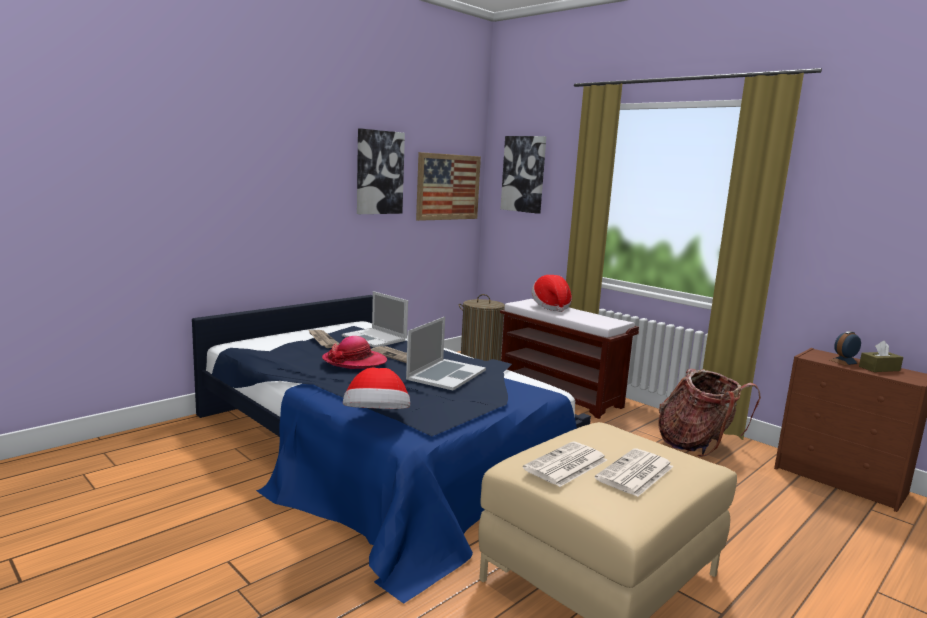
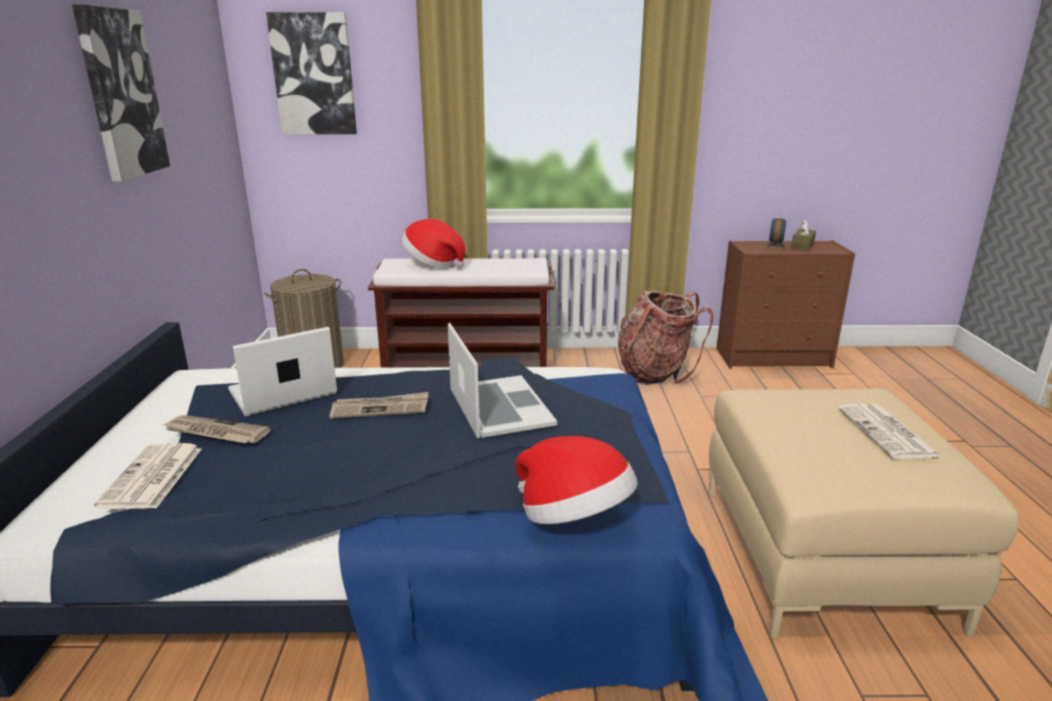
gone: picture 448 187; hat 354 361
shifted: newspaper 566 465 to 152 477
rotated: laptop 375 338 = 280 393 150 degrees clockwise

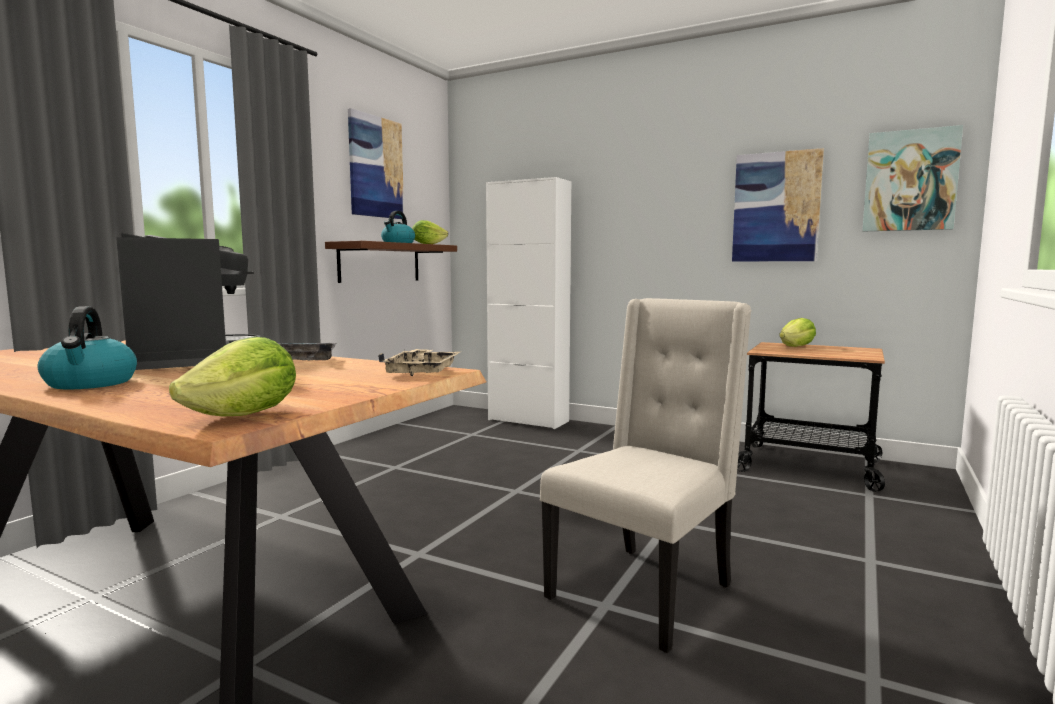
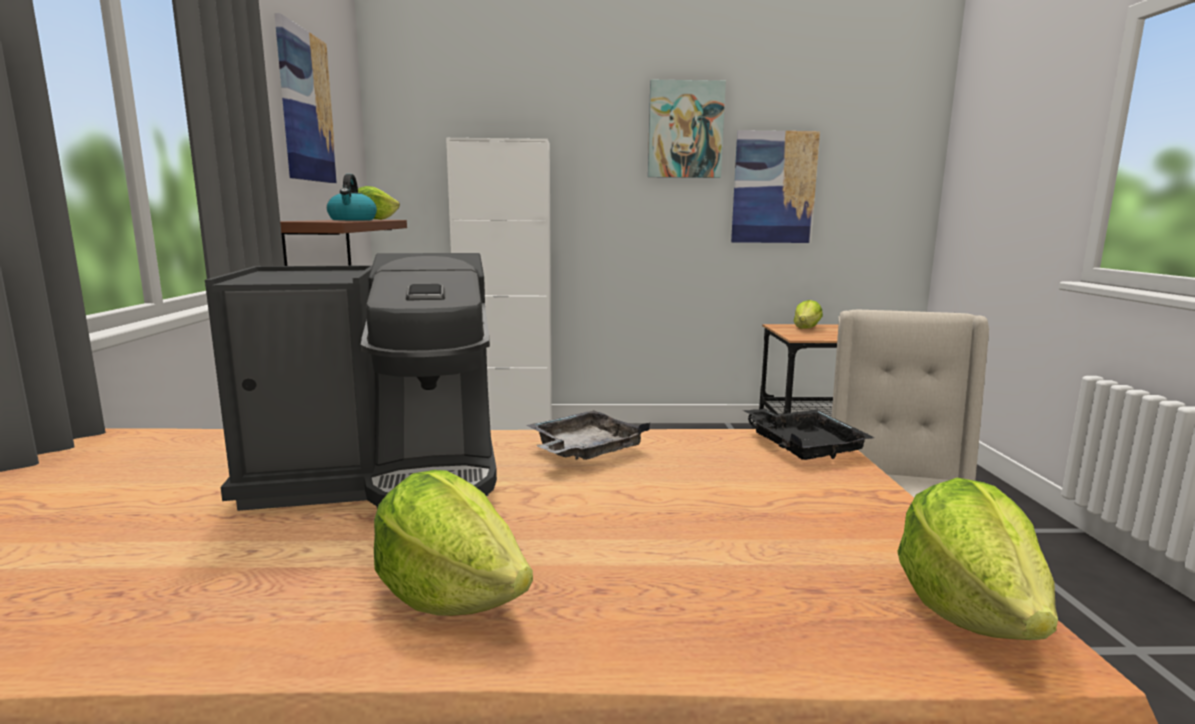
shifted: picture 910 181 to 685 130
swapped: kettle 91 383 to lettuce 450 595
repainted: beige tray 422 372 to black tray 803 446
rotated: coffee machine 186 358 = 383 476 135 degrees clockwise

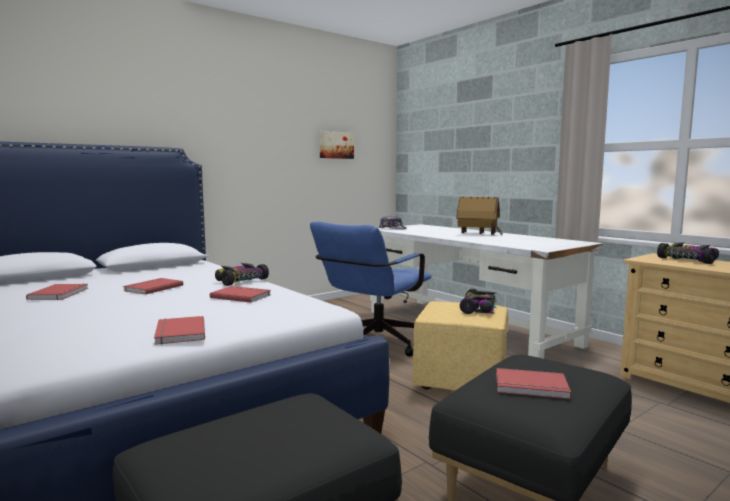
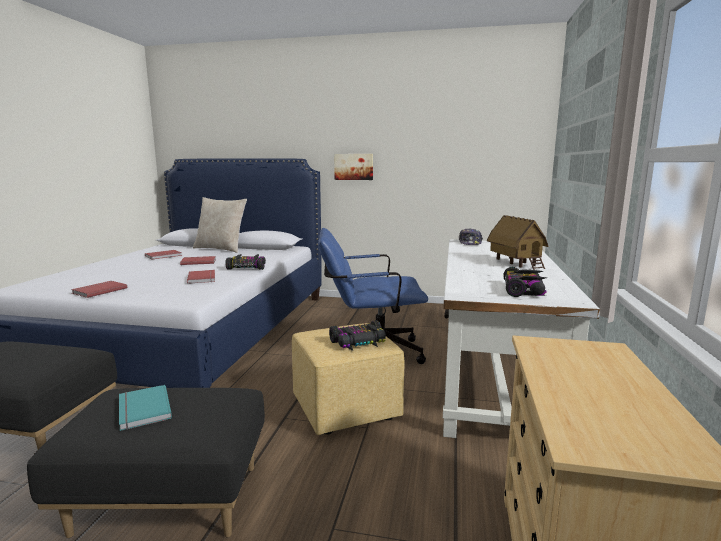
new: beige pillow 221 249
shifted: picture 336 145 to 354 166; toy car 688 260 to 524 290
repainted: red book 531 387 to turquoise book 142 409

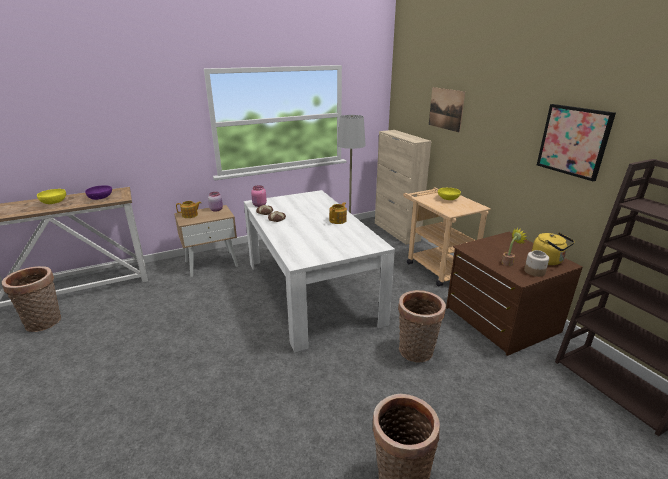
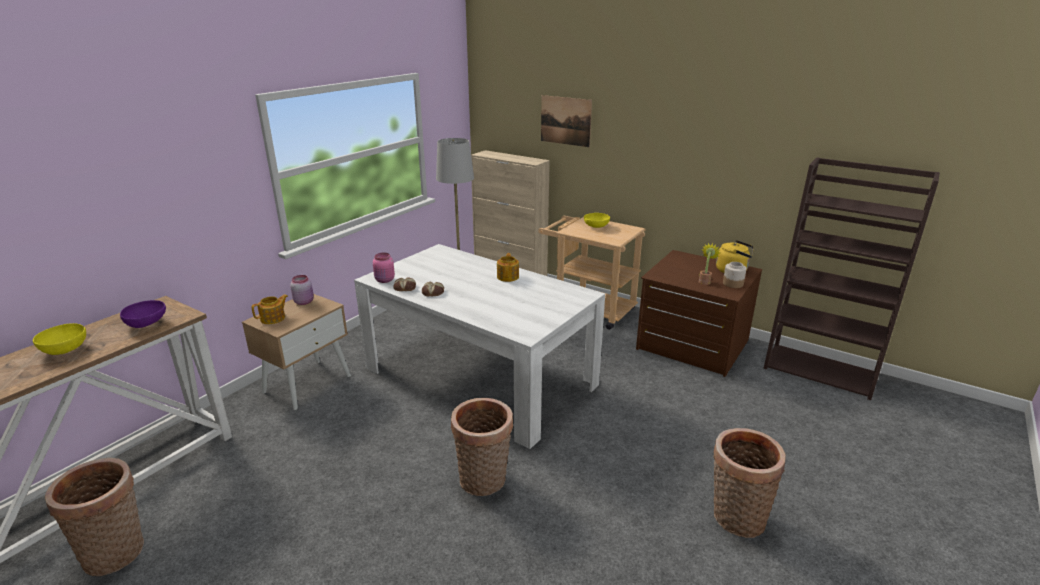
gone: picture 573 141
shifted: basket 416 353 to 484 482

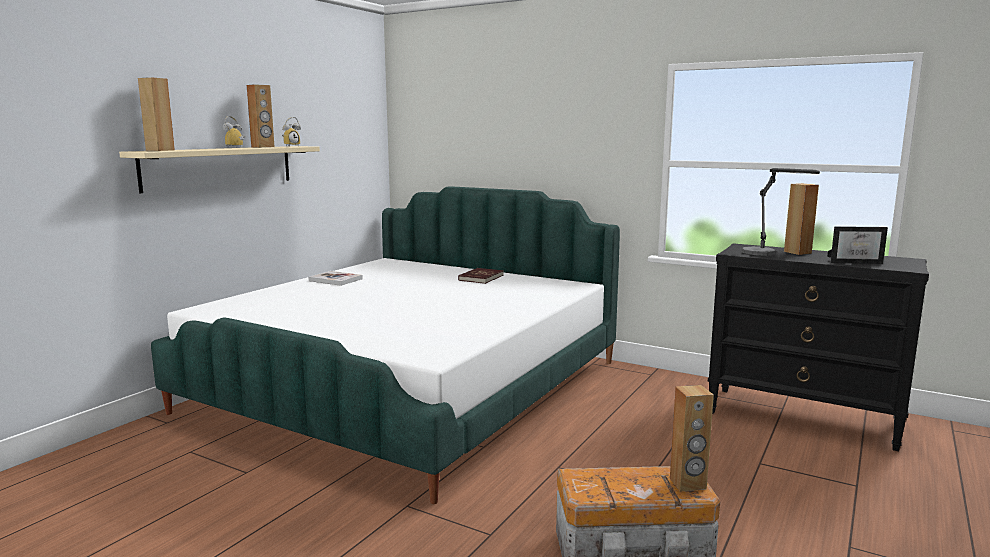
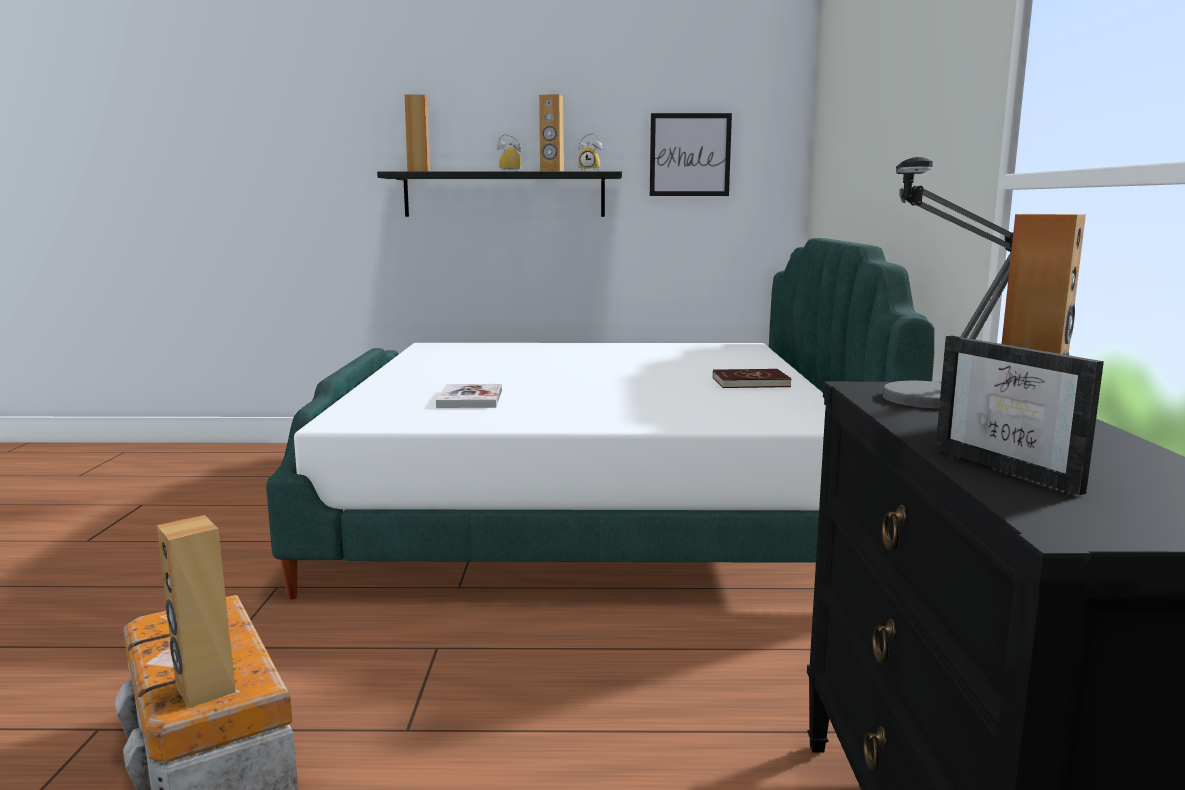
new: picture 690 155
shifted: book 335 280 to 470 399
repainted: beige shelf 220 167 to black shelf 504 194

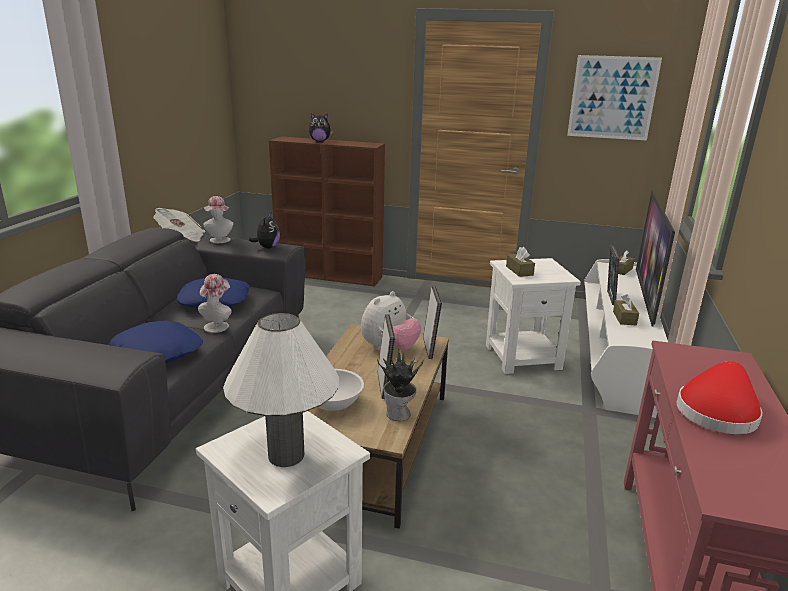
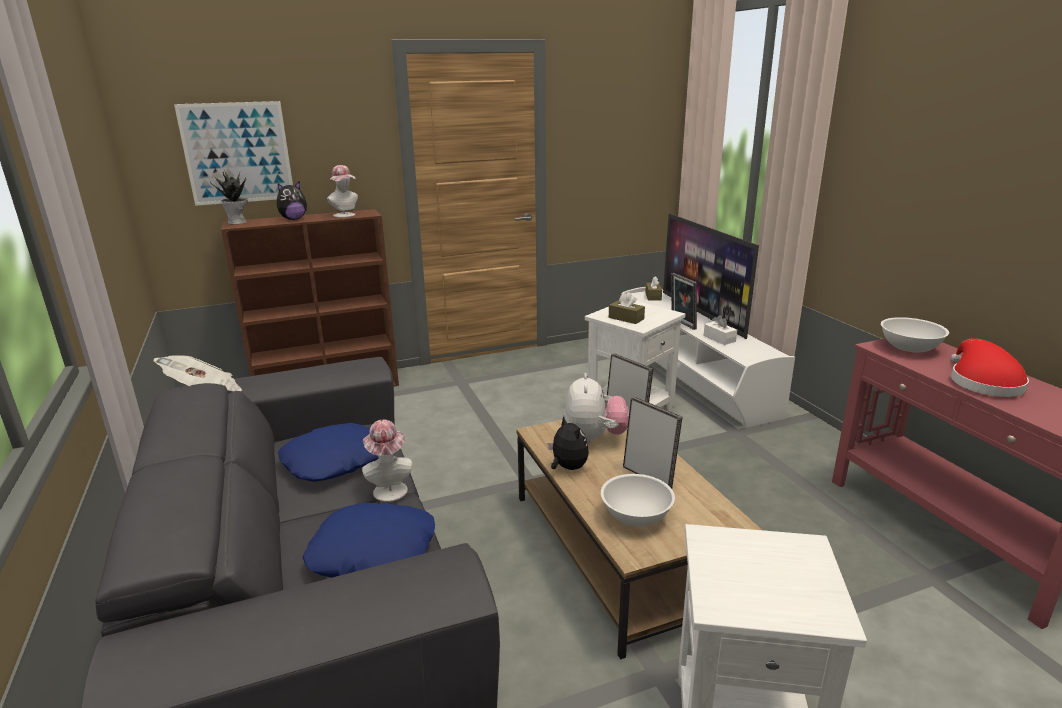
gone: white table lamp 286 455
new: white bowl 909 348
shifted: picture 612 98 to 237 153; hat 220 241 to 346 215; plush toy 267 247 to 567 467; potted plant 399 414 to 238 222
repainted: brown tissue box 624 318 to white tissue box 719 338

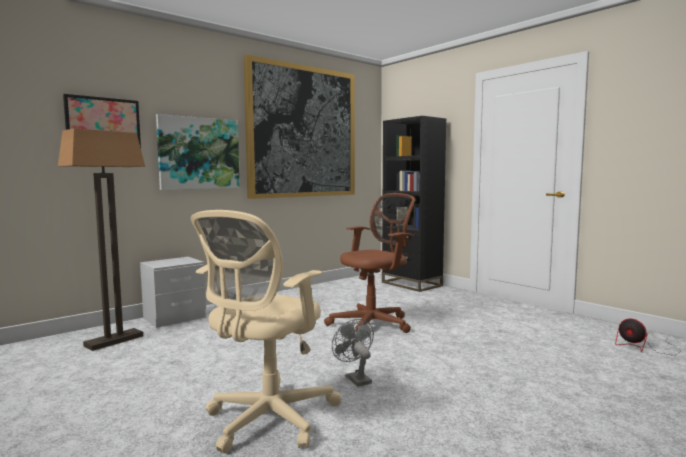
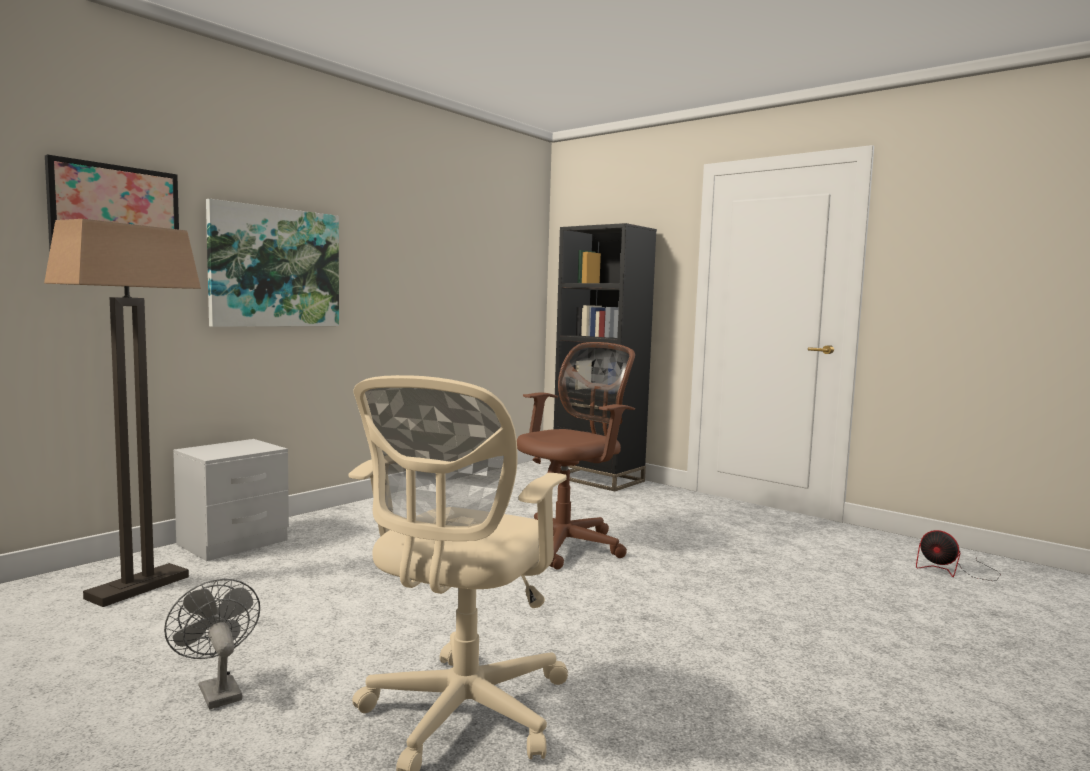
gone: picture 302 132
shifted: grey fan 355 378 to 217 690

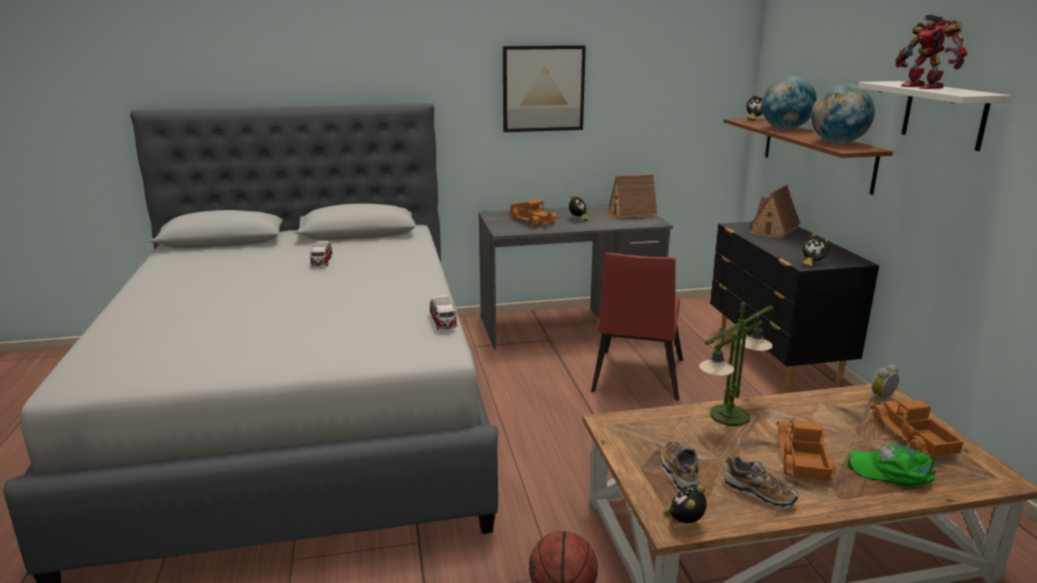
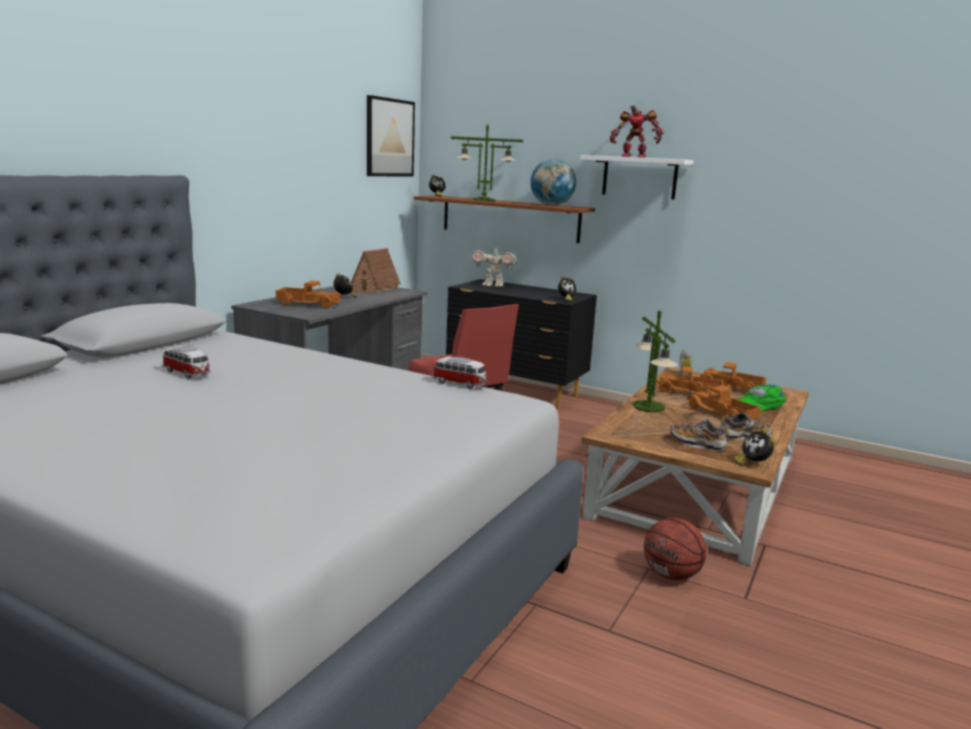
new: toy truck 688 392
shifted: picture 543 88 to 389 138
swapped: globe 785 129 to table lamp 484 200; toy house 773 230 to toy robot 493 286

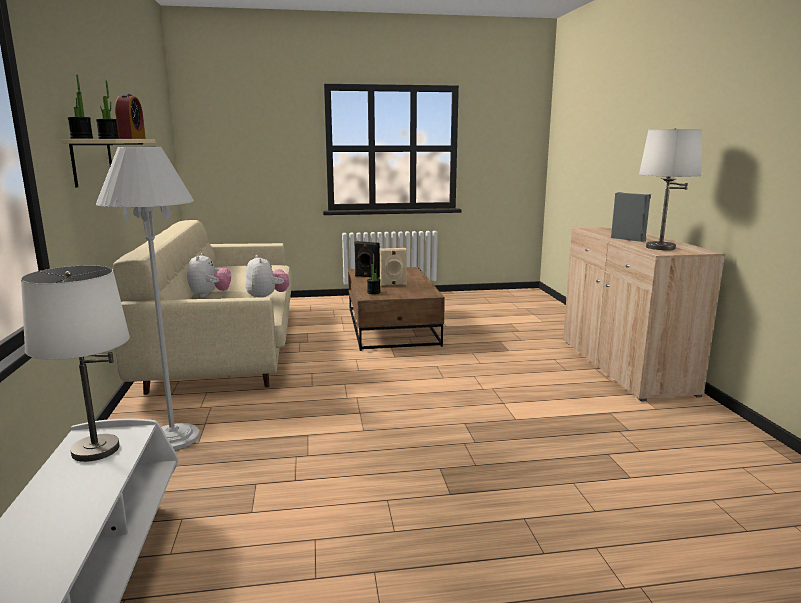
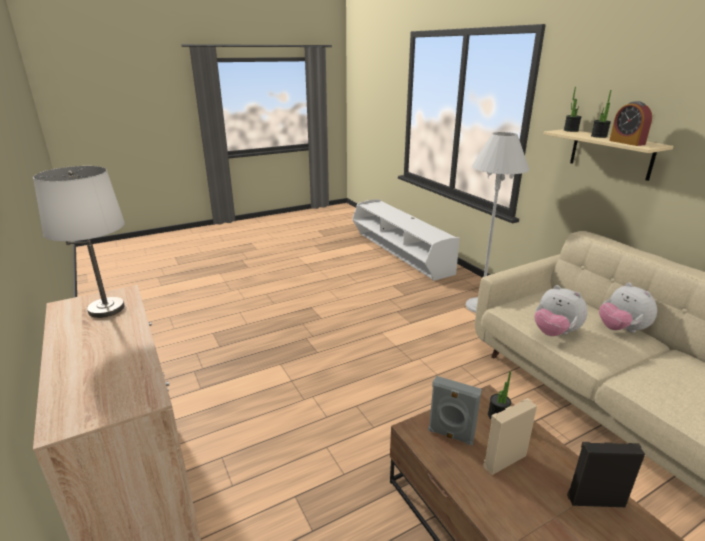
gone: white table lamp 95 450
shifted: grey speaker 628 239 to 450 435

